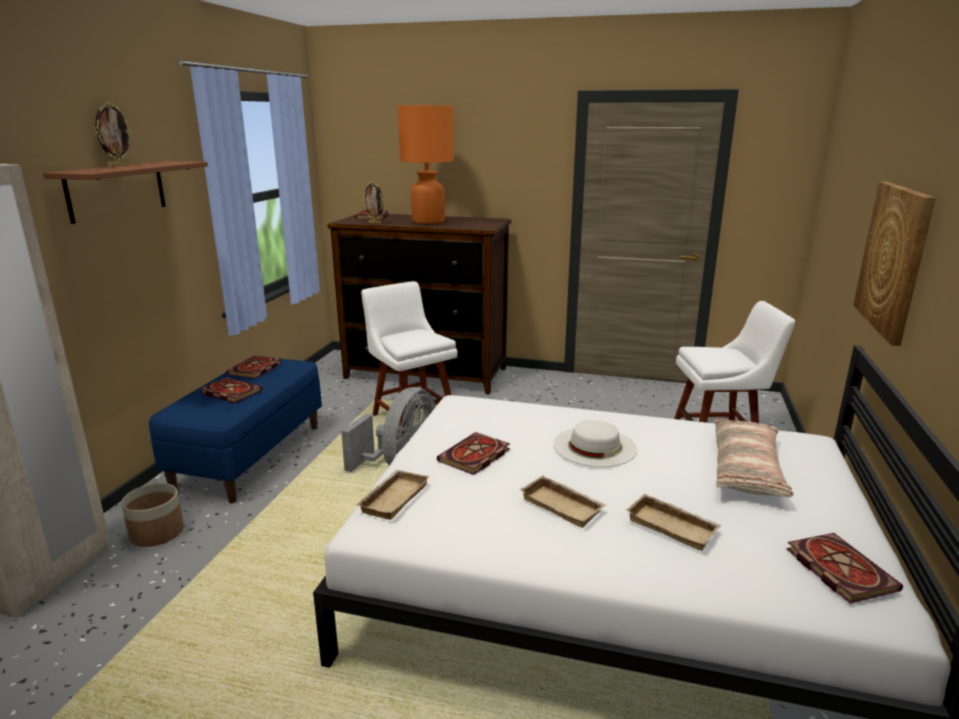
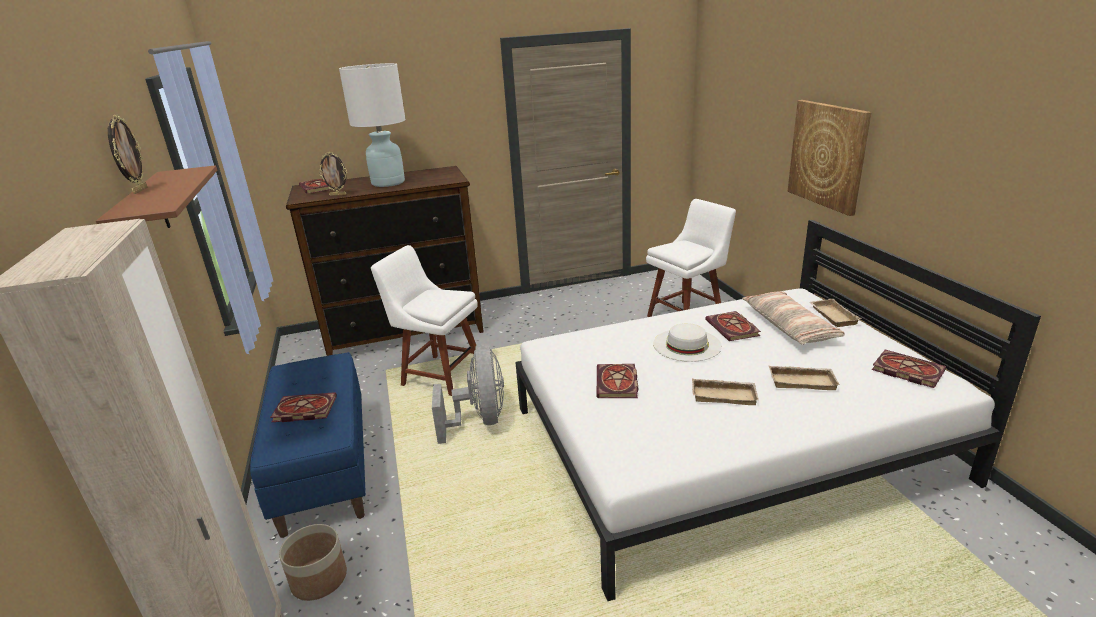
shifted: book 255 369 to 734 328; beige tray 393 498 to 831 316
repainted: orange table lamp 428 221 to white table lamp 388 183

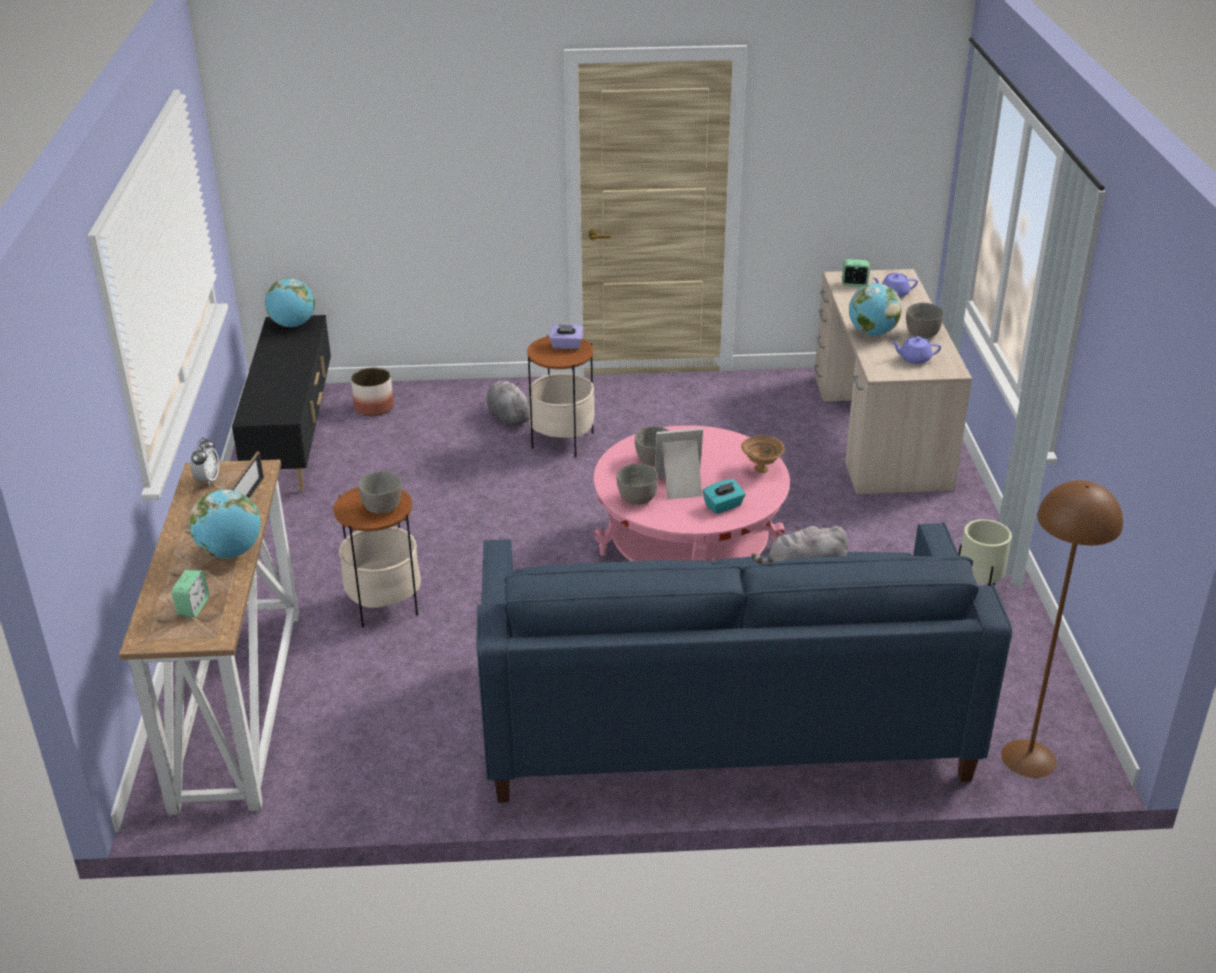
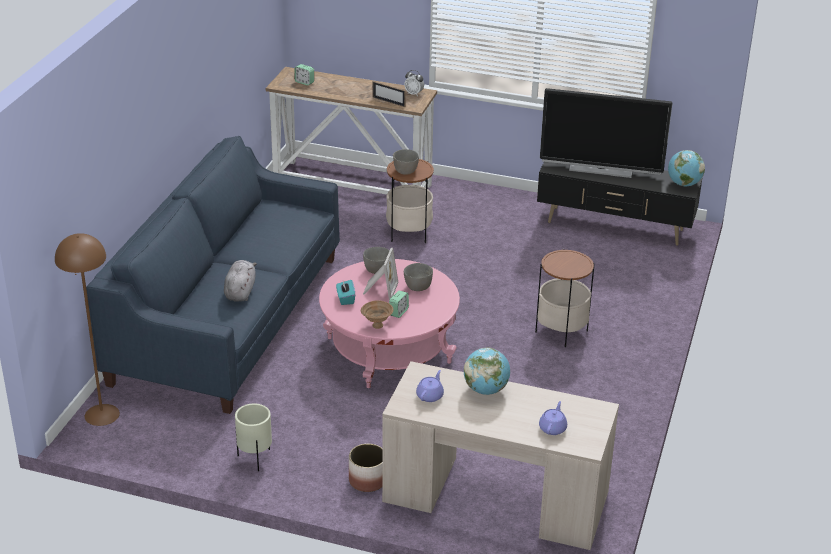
gone: grey bowl 921 334; purple tissue box 566 345; grey plush toy 508 416; globe 230 552
new: television 601 169
shifted: alarm clock 854 284 to 398 312; planter 374 407 to 368 480

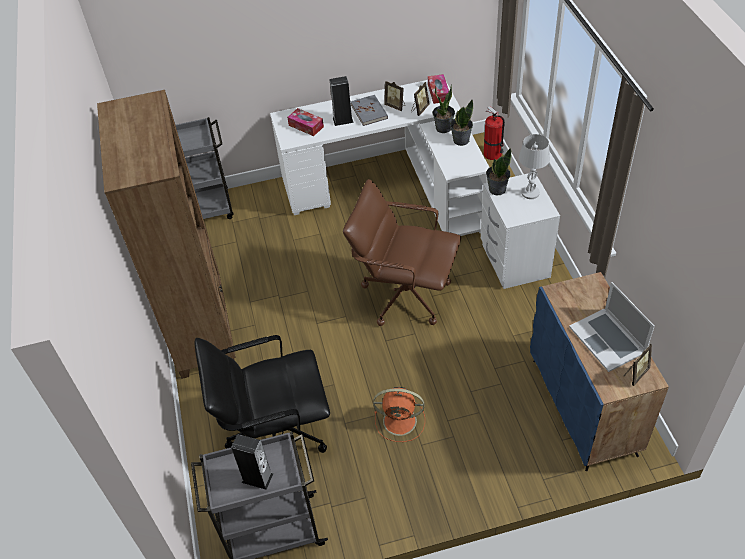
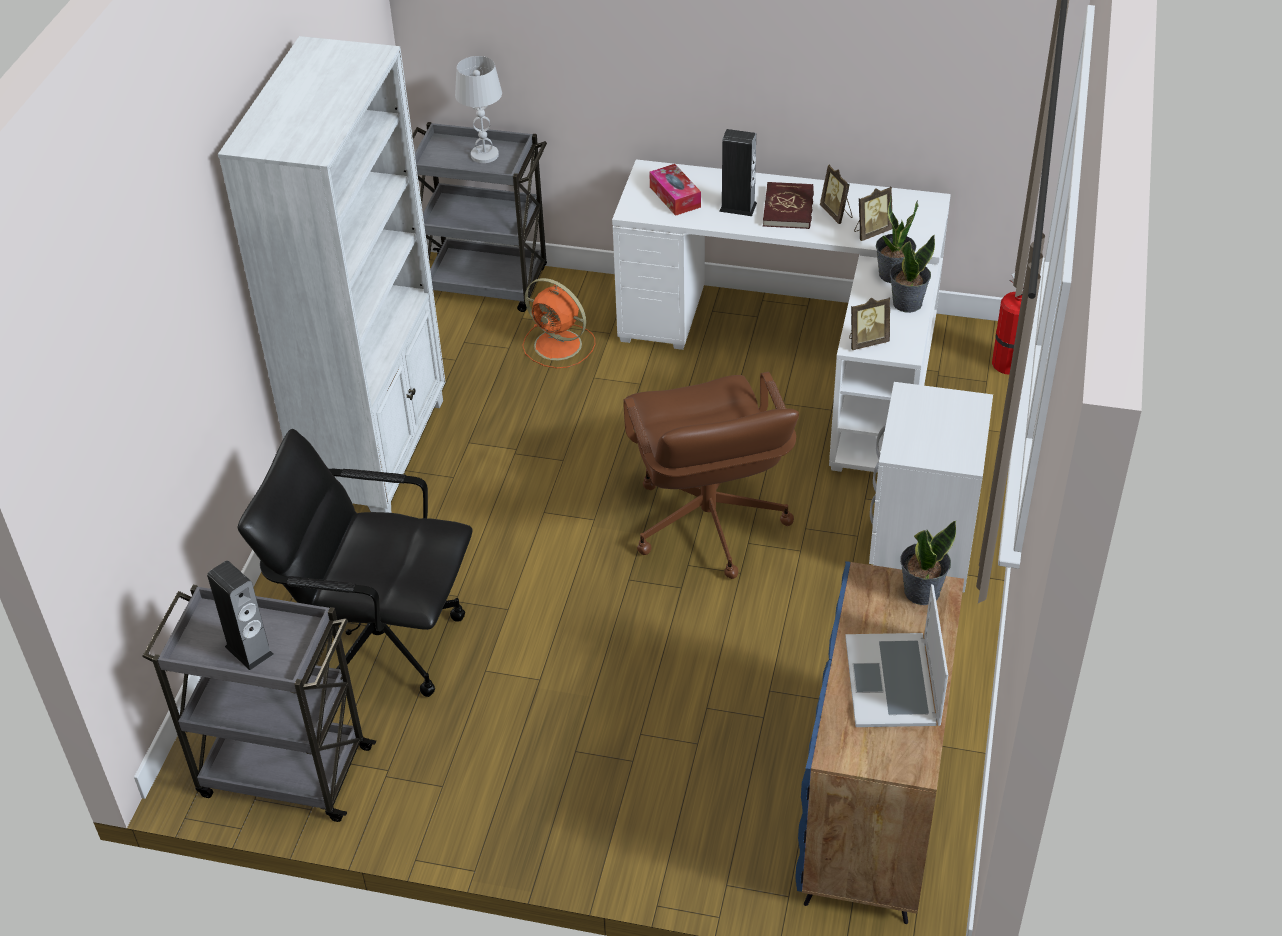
gone: tissue box 438 93
shifted: white table lamp 530 192 to 485 155; potted plant 497 189 to 921 591; picture frame 635 374 to 866 341; orange fan 401 421 to 559 345
repainted: brown bookcase 202 328 to white bookcase 377 453; grey book 369 112 to red book 788 208
rotated: brown office chair 405 294 = 707 524 150 degrees counterclockwise

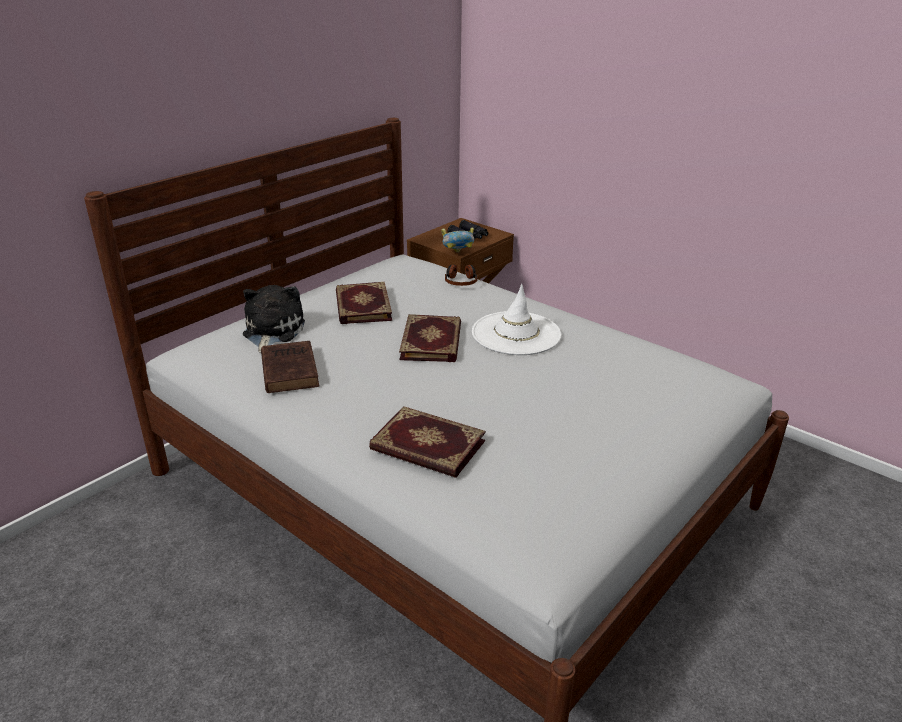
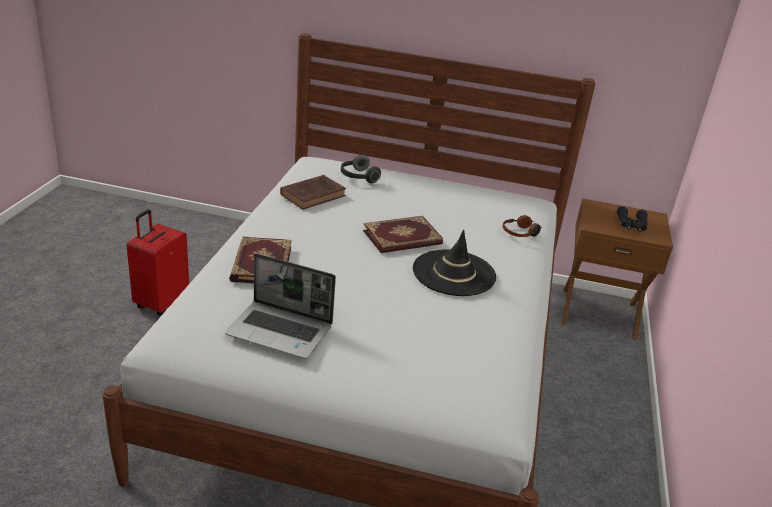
gone: bowl 458 253; book 362 306
new: red suitcase 161 302; laptop 281 331
swapped: plush toy 271 331 to headphones 358 177
repainted: white hat 516 334 to black hat 454 273

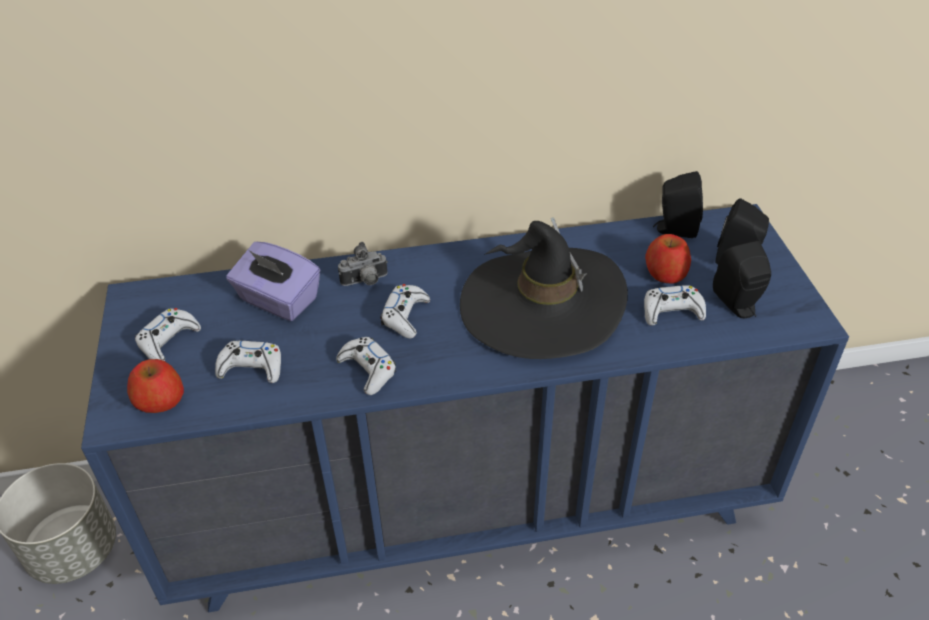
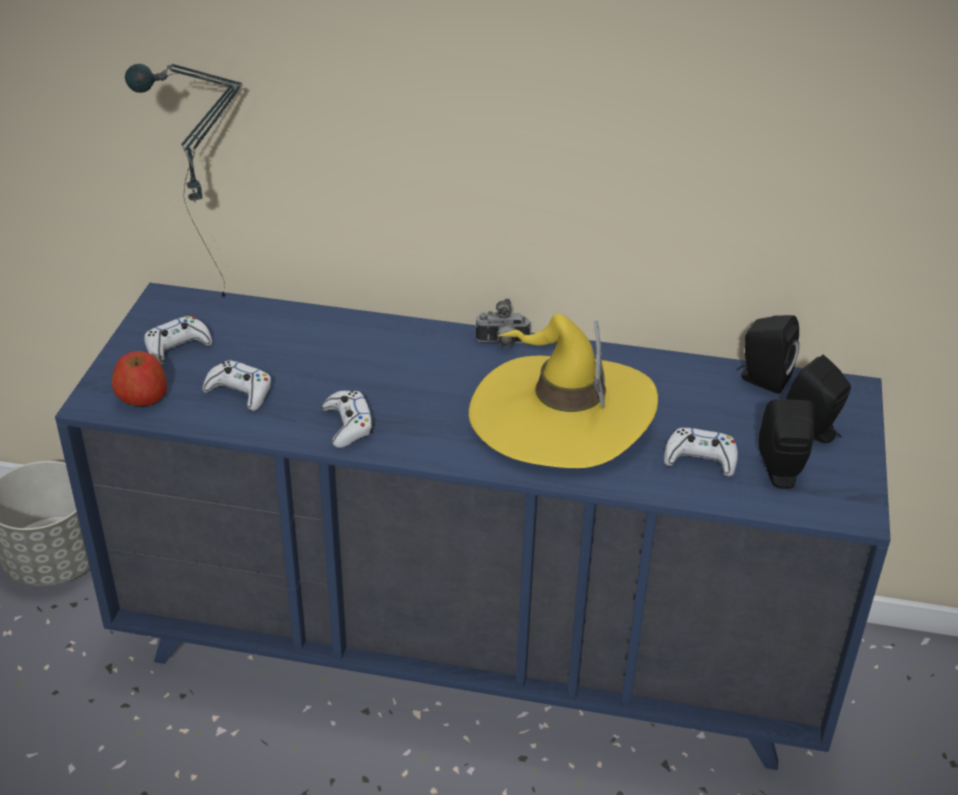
gone: apple 665 273; purple tissue box 278 300; white game controller 405 316
new: table lamp 214 308
shifted: photo camera 365 282 to 502 343
repainted: black hat 541 306 to yellow hat 561 415

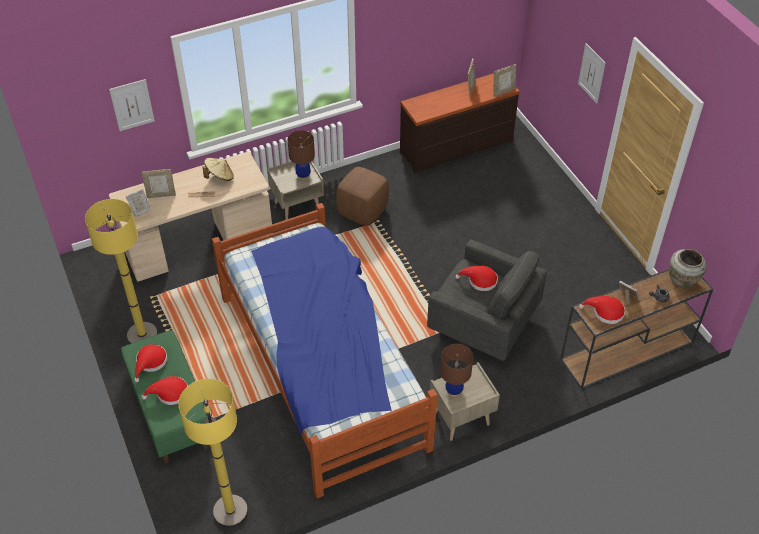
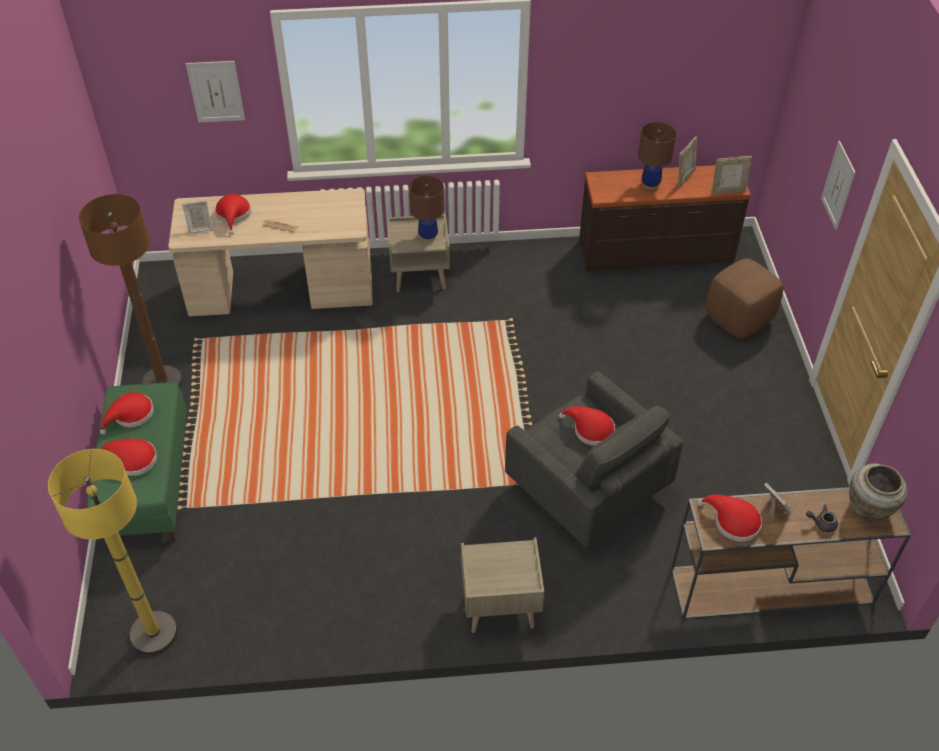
gone: beige hat 220 176; bed 323 369
shifted: brown ottoman 362 211 to 738 319; brown table lamp 454 390 to 650 184
swapped: picture frame 161 195 to red hat 233 215
repainted: yellow floor lamp 142 336 to brown floor lamp 162 382

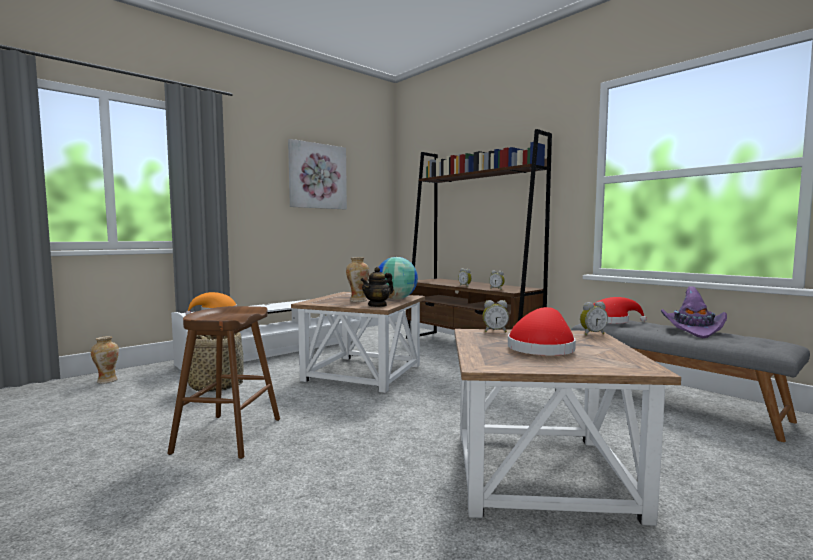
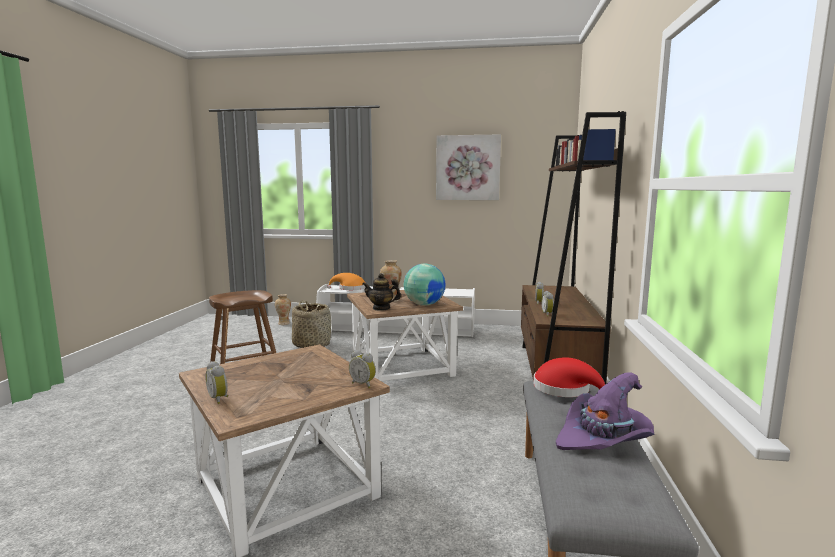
gone: red hat 542 348
shifted: alarm clock 495 331 to 219 399

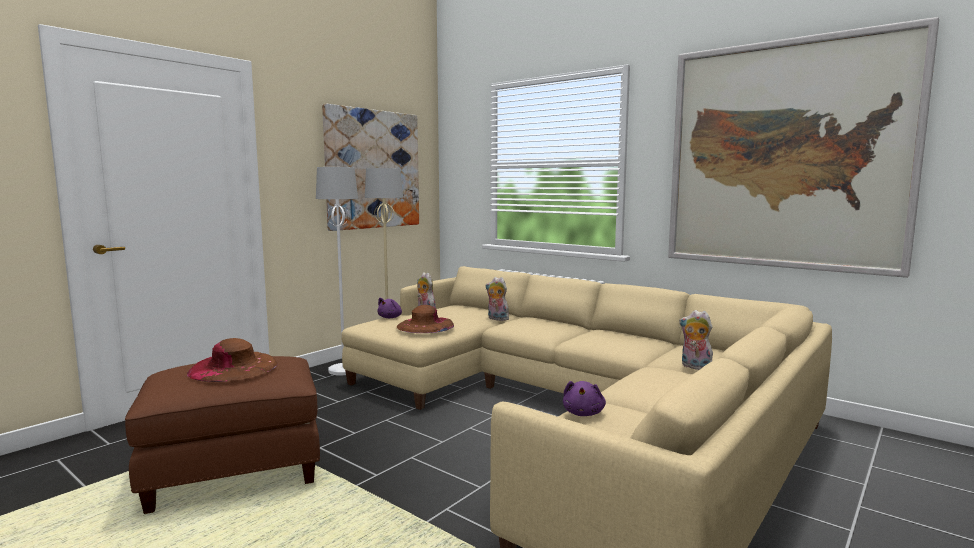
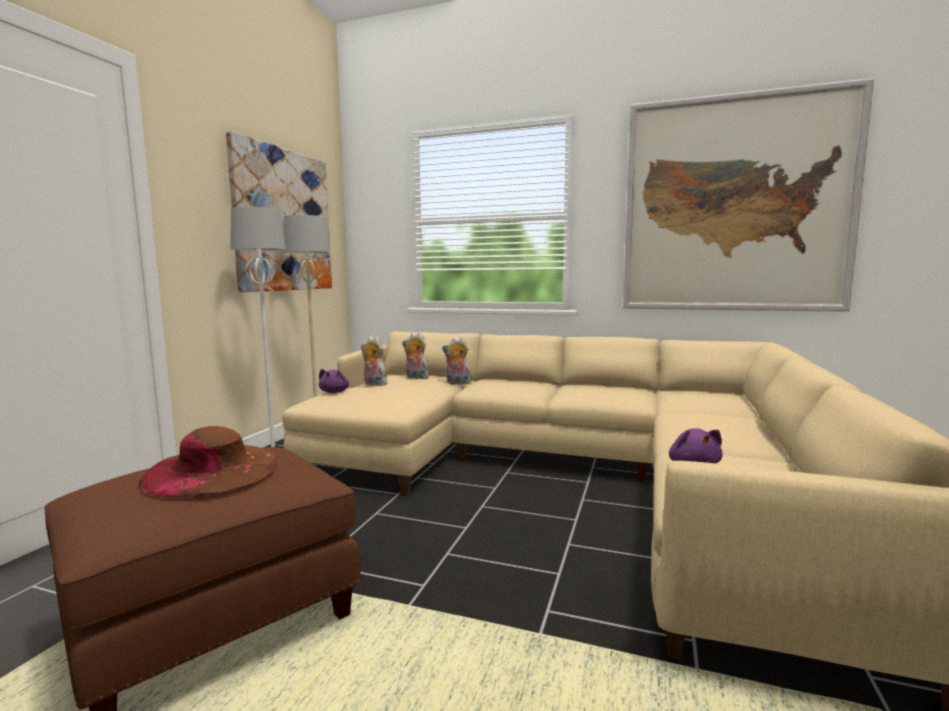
gone: brown hat 425 325
shifted: plush toy 694 367 to 416 378

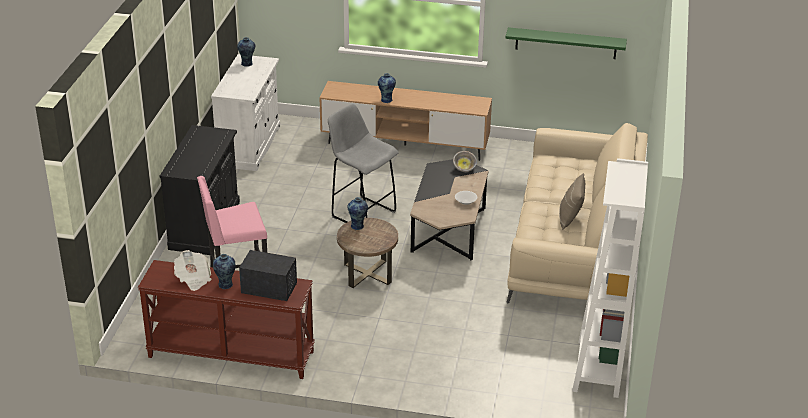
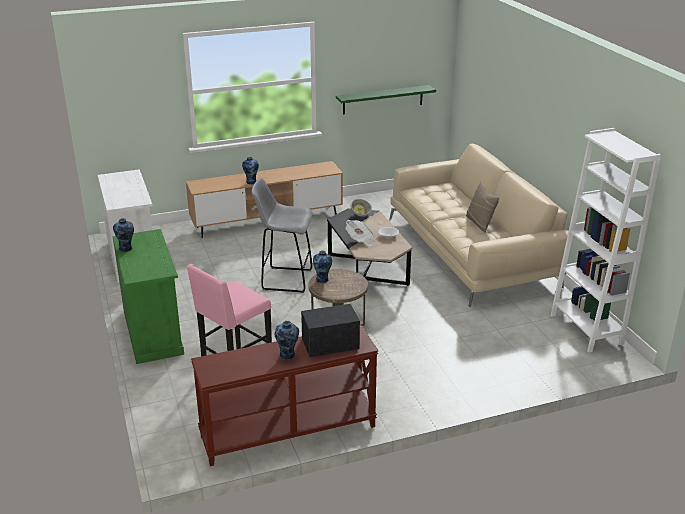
shifted: vase 247 64 to 126 249; newspaper 193 279 to 360 240
repainted: black cabinet 205 225 to green cabinet 153 332

